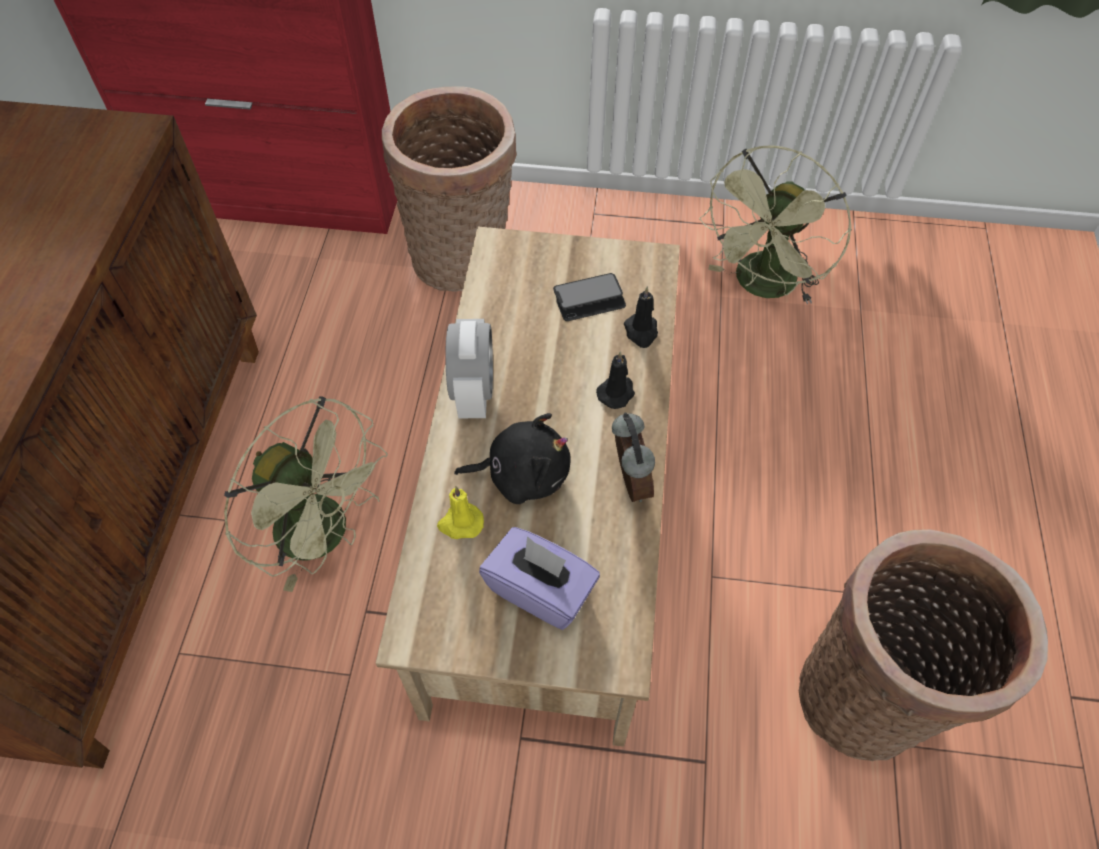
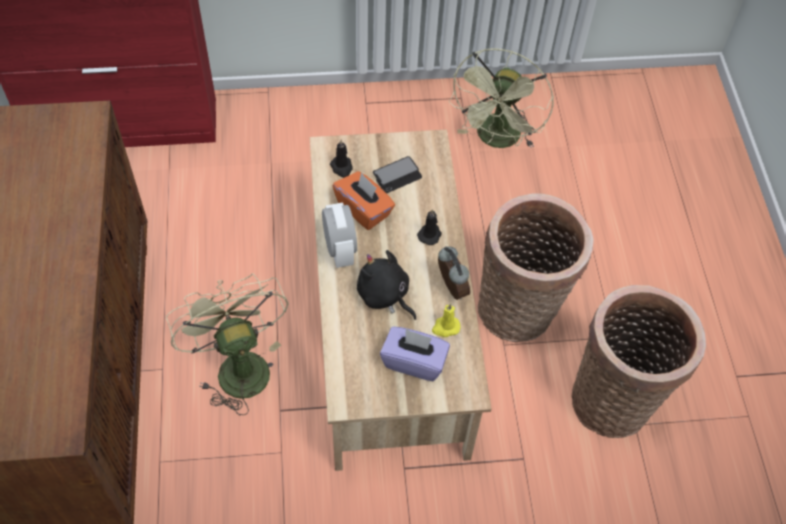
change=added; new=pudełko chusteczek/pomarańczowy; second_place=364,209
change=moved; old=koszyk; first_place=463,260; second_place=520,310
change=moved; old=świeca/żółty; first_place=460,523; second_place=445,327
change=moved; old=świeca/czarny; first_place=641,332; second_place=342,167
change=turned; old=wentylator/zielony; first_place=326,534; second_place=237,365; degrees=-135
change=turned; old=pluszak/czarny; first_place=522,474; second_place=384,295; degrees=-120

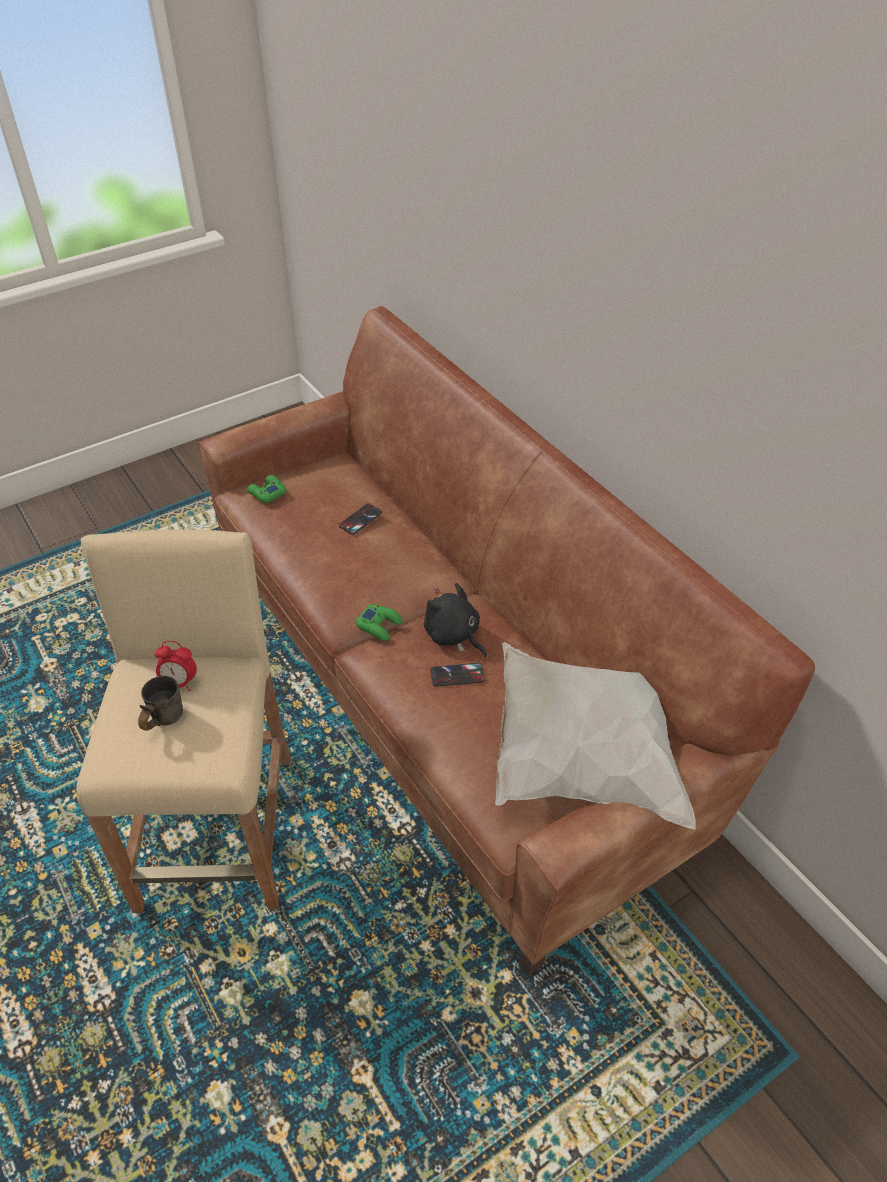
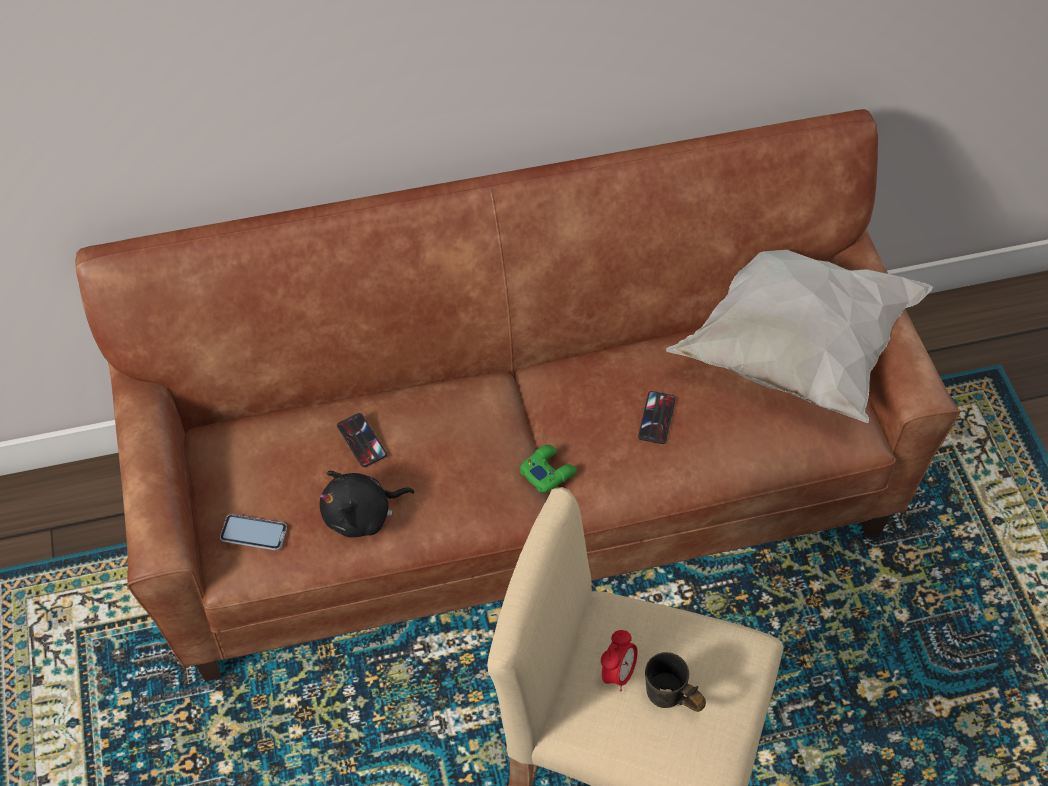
change=moved; old=pluszak/czarny; first_place=453,635; second_place=362,515
change=replaced; old=pad do gier/zielony; new=telefon; first_place=267,493; second_place=253,533

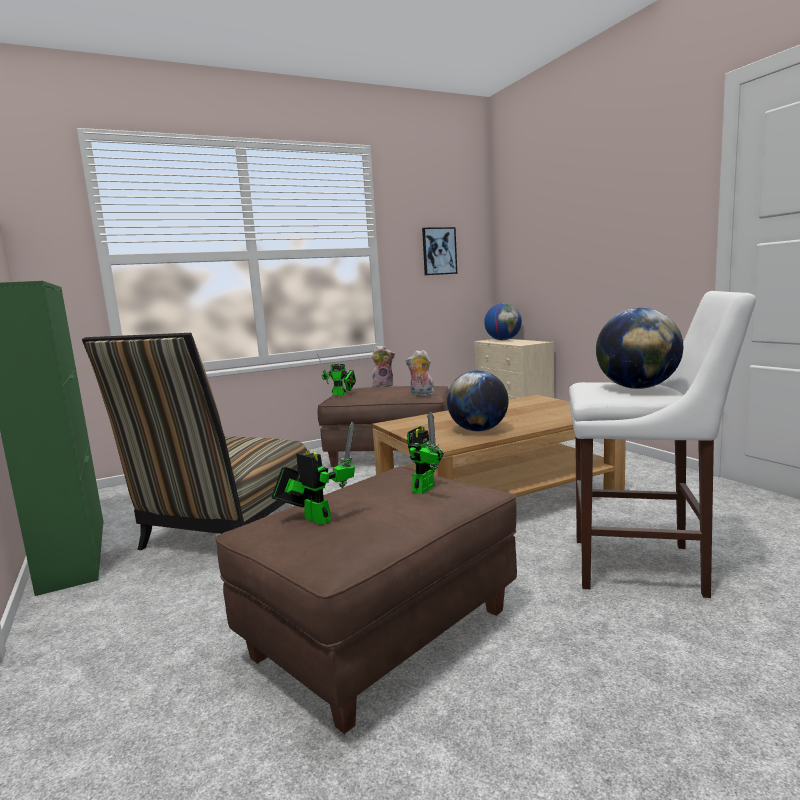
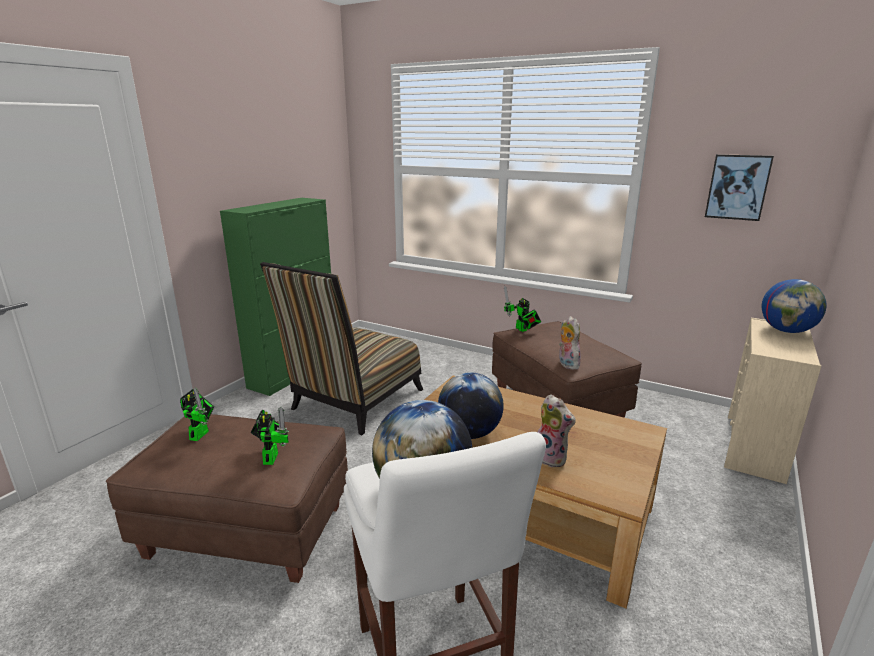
change=moved; old=pluszak; first_place=383,385; second_place=552,457
change=turned; old=krzesło; first_place=226,530; second_place=353,402; degrees=-45
change=turned; old=robot zabawkowy; first_place=425,487; second_place=271,456; degrees=-90

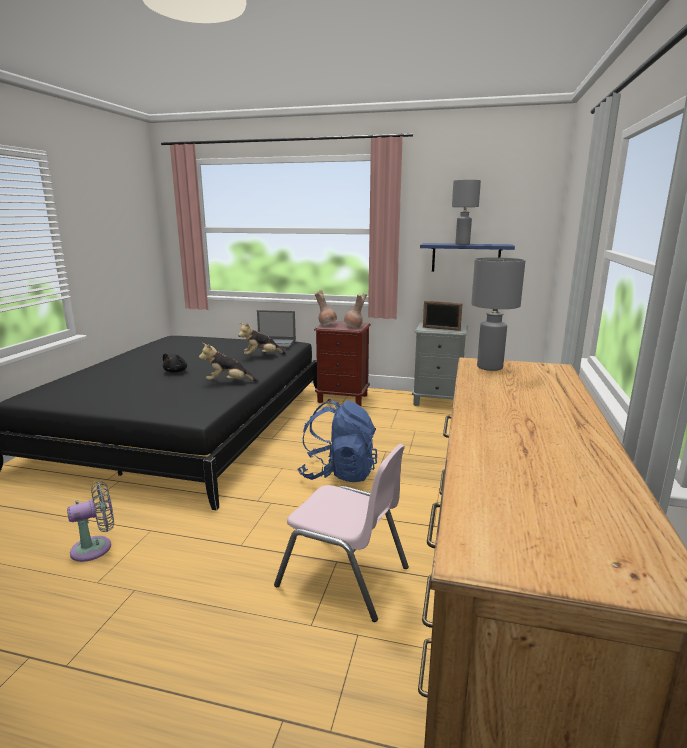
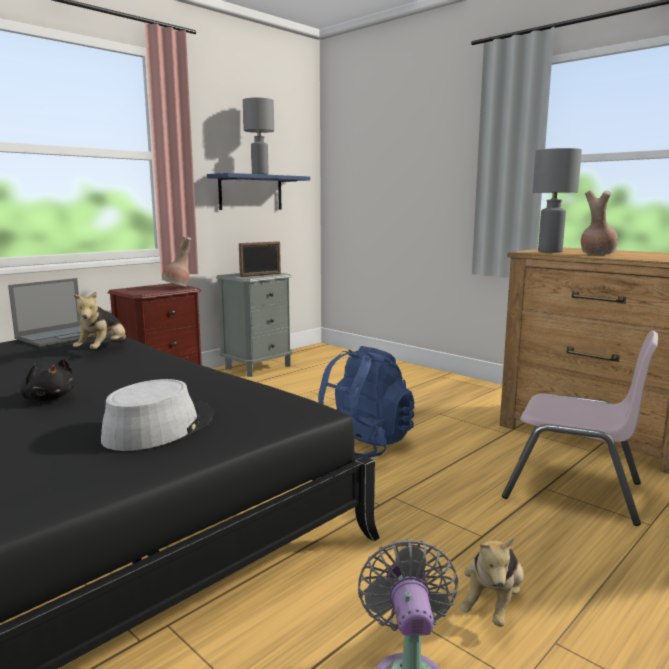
change=added; new=kapelusz/szary; second_place=159,427
change=moved; old=pluszak; first_place=228,382; second_place=493,604
change=moved; old=wazon/brązowy; first_place=327,325; second_place=596,254
change=turned; old=krzesło/różowy; first_place=344,576; second_place=573,490; degrees=60

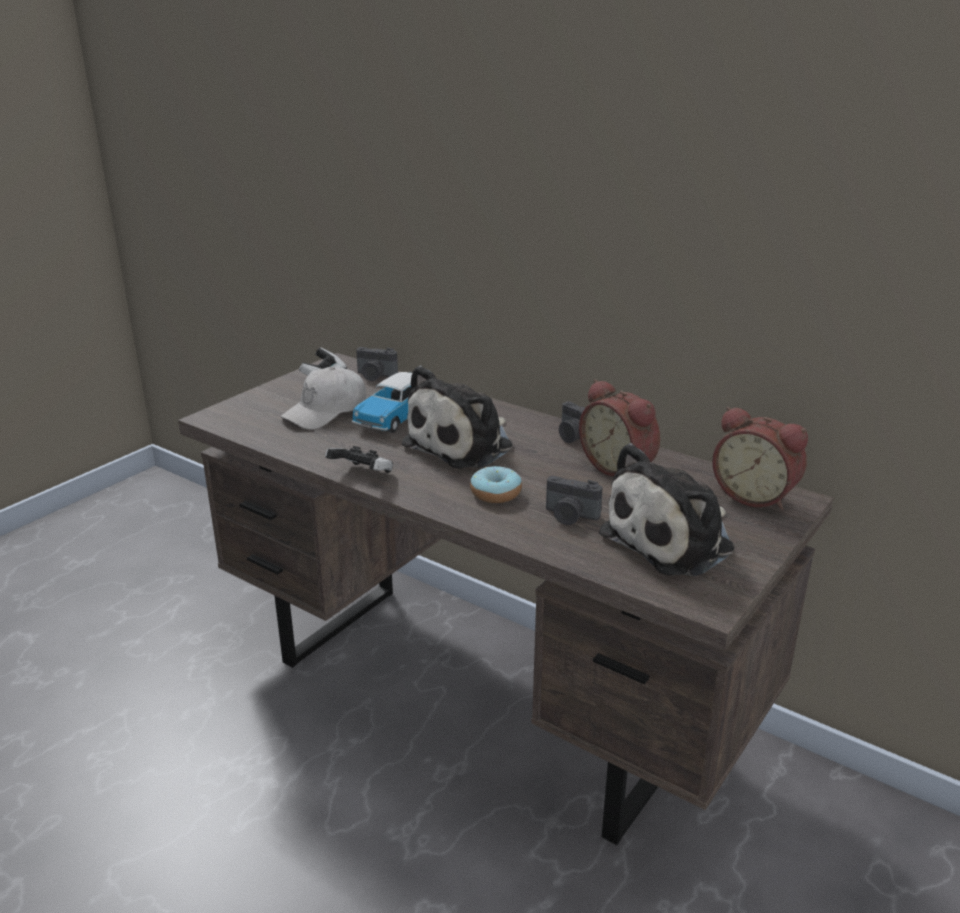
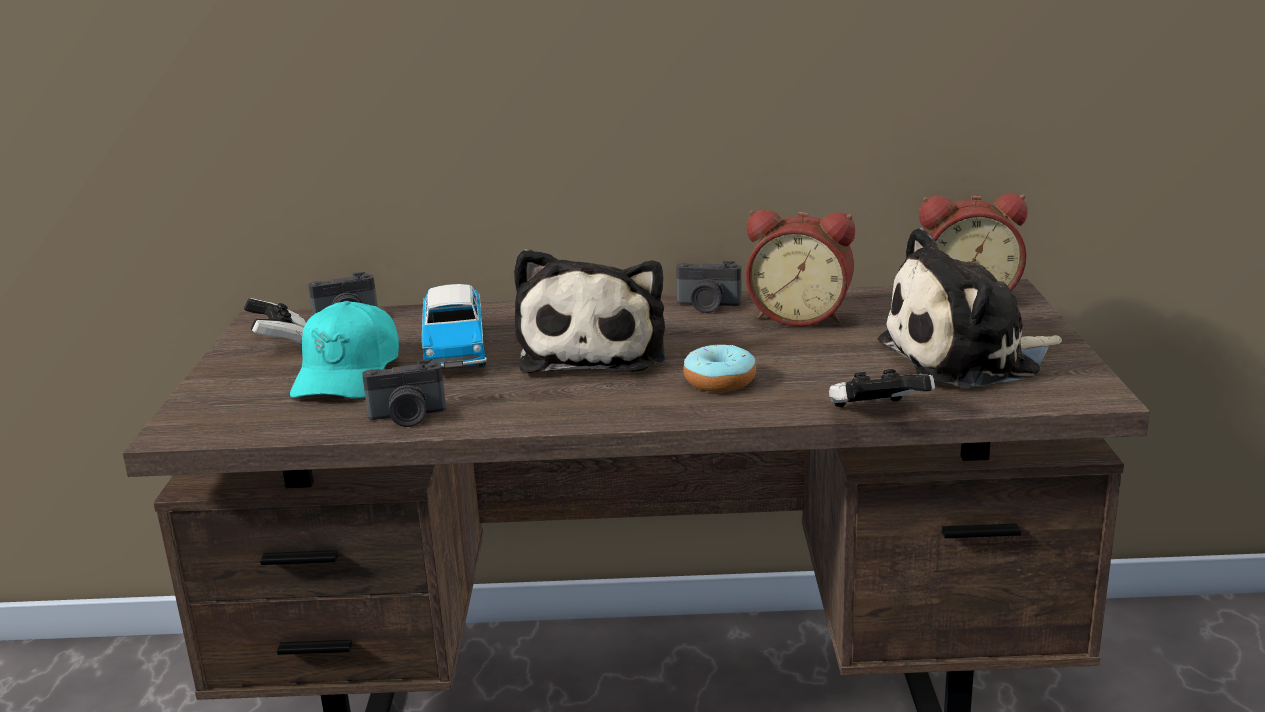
change=moved; old=pad do gier; first_place=362,475; second_place=876,414
change=moved; old=aparat fotograficzny; first_place=570,516; second_place=407,417
change=recoloured; old=czapka z daszkiem/biały; new=czapka z daszkiem/turkusowy; first_place=326,412; second_place=348,374
change=turned; old=pluszak; first_place=673,541; second_place=968,358; degrees=60

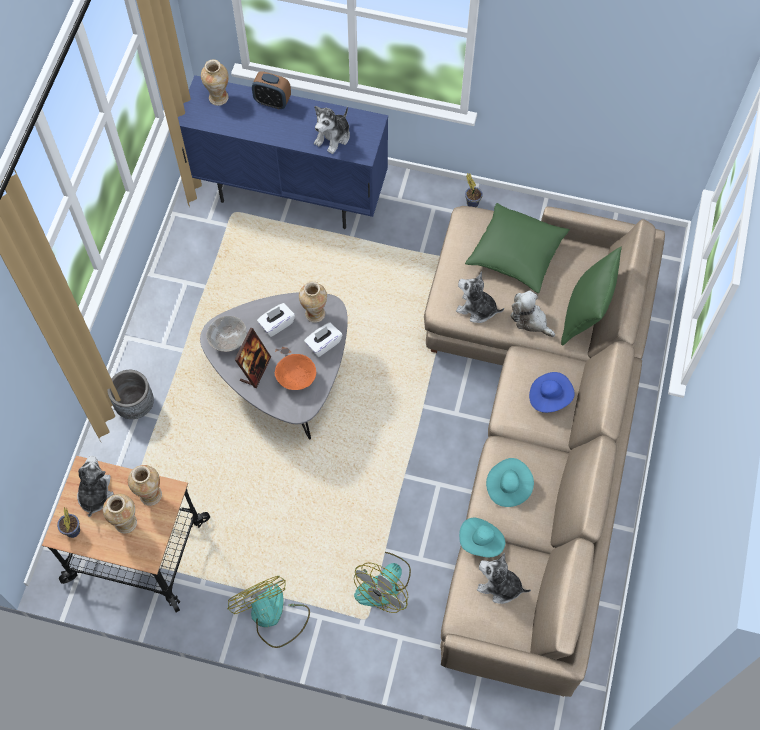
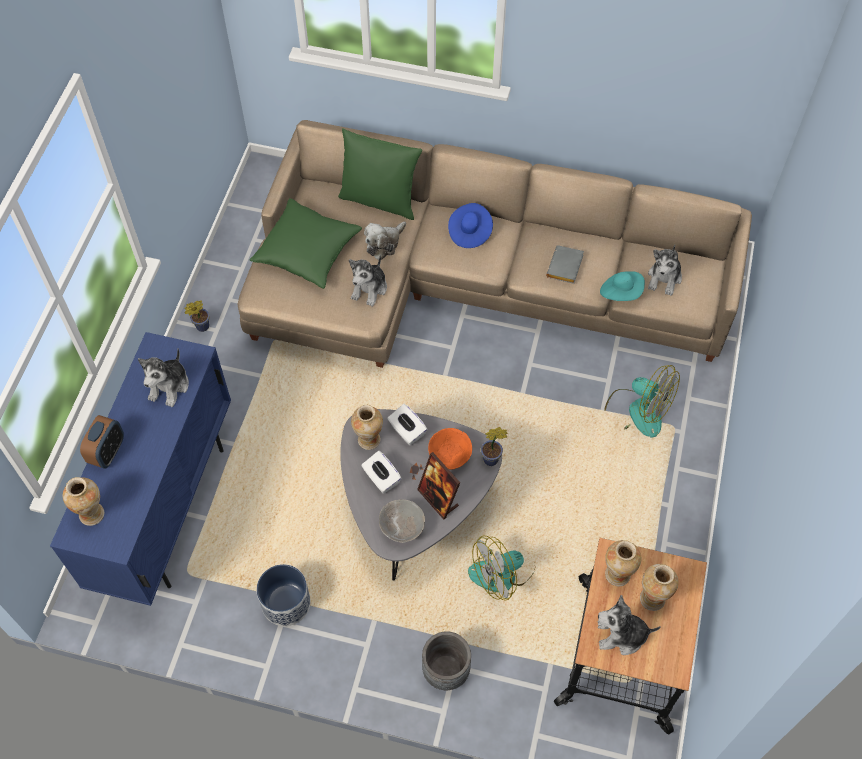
change=added; new=donica; second_place=285,603
change=moved; old=roślina doniczkowa; first_place=73,533; second_place=493,459
change=moved; old=wentylator; first_place=272,616; second_place=502,571
change=replaced; old=kapelusz/turkusowy; new=książka/szary; first_place=508,487; second_place=565,268
change=turned; old=ramka na zdjęcie; first_place=255,369; second_place=438,498; degrees=-150
change=turned; old=pluszak; first_place=333,137; second_place=169,386; degrees=75

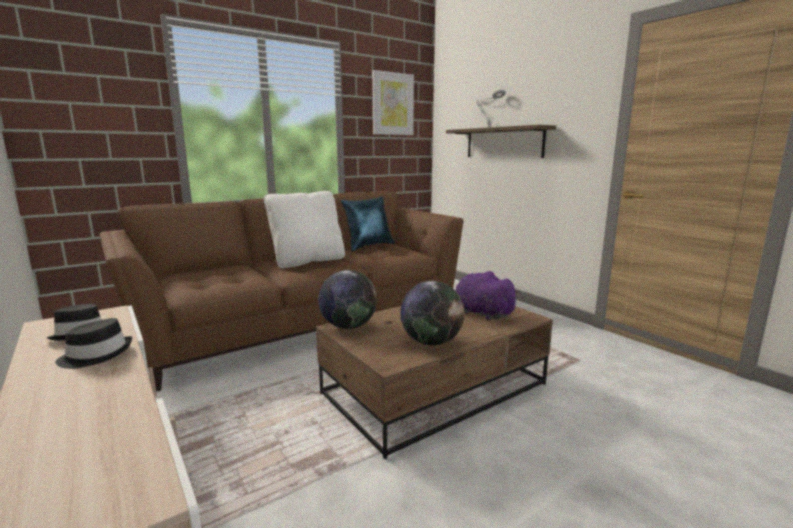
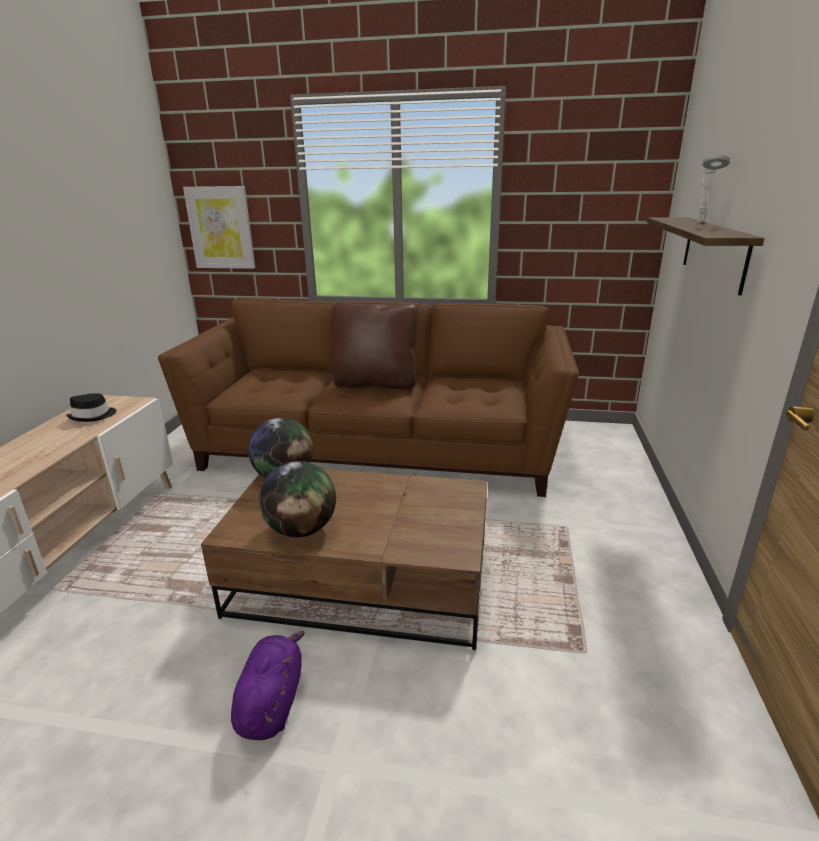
change=removed; old=kapelusz/czarny; first_place=96,355
change=removed; old=poduszka/niebieski; first_place=368,246
change=moved; old=obraz; first_place=392,104; second_place=220,228
change=moved; old=pluszak/fioletowy; first_place=481,313; second_place=272,702
change=recoloured; old=poduszka/biały; new=poduszka/brązowy; first_place=308,261; second_place=376,384

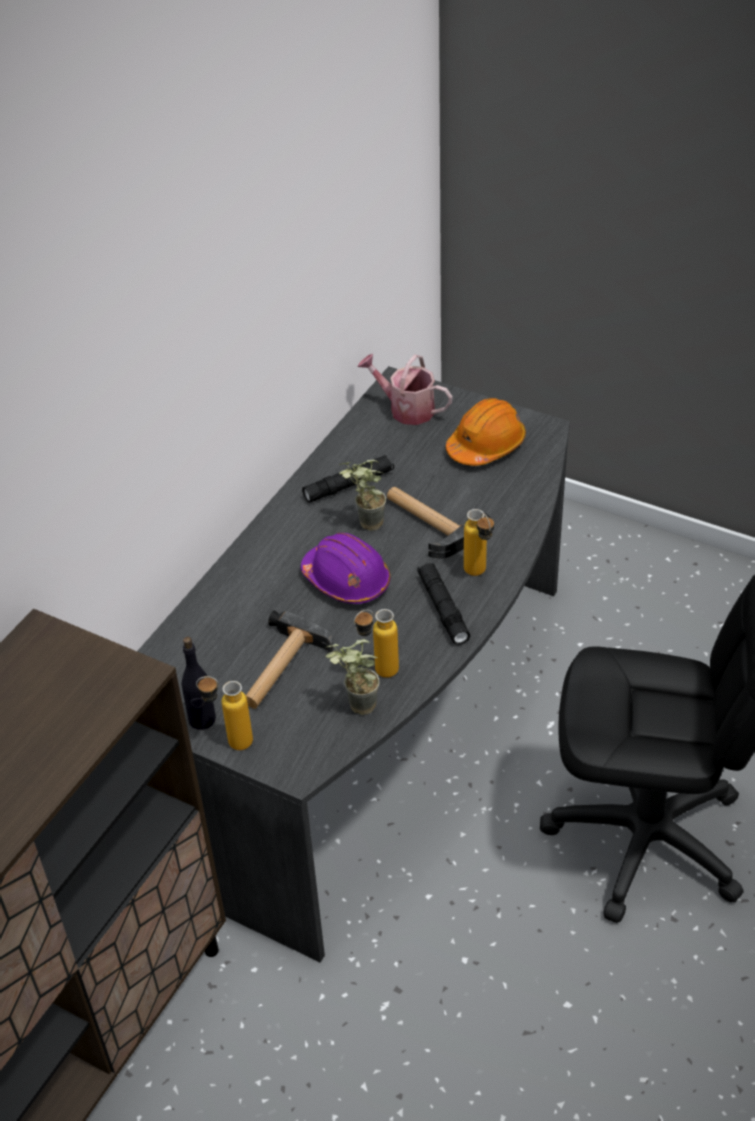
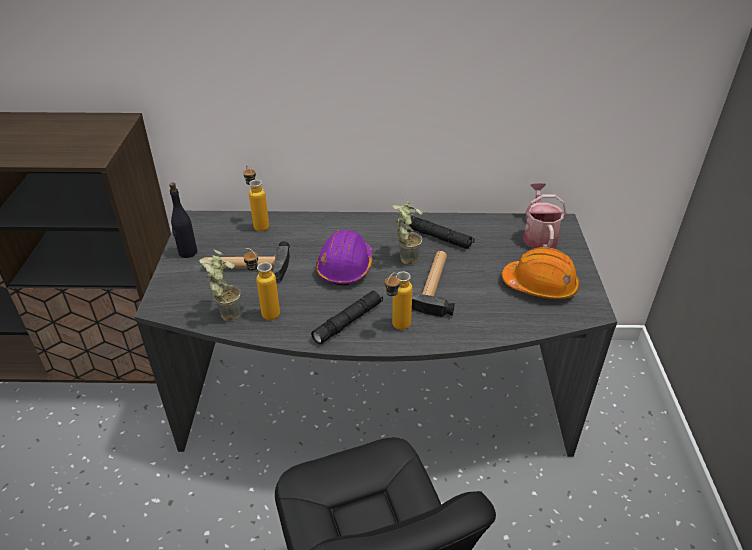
change=moved; old=butelka; first_place=230,742; second_place=259,224

